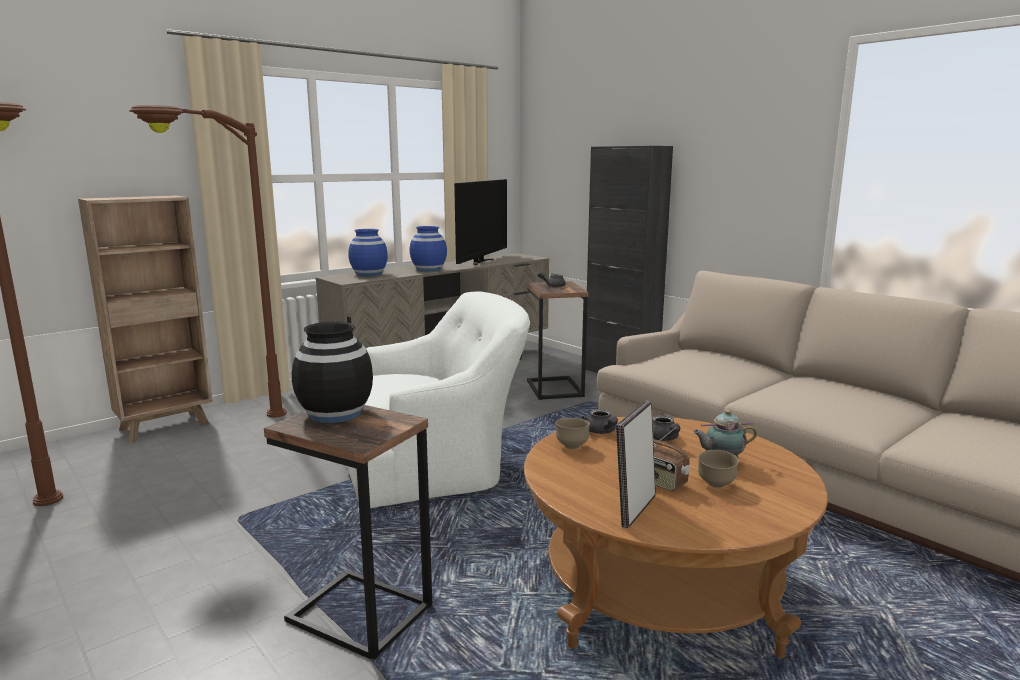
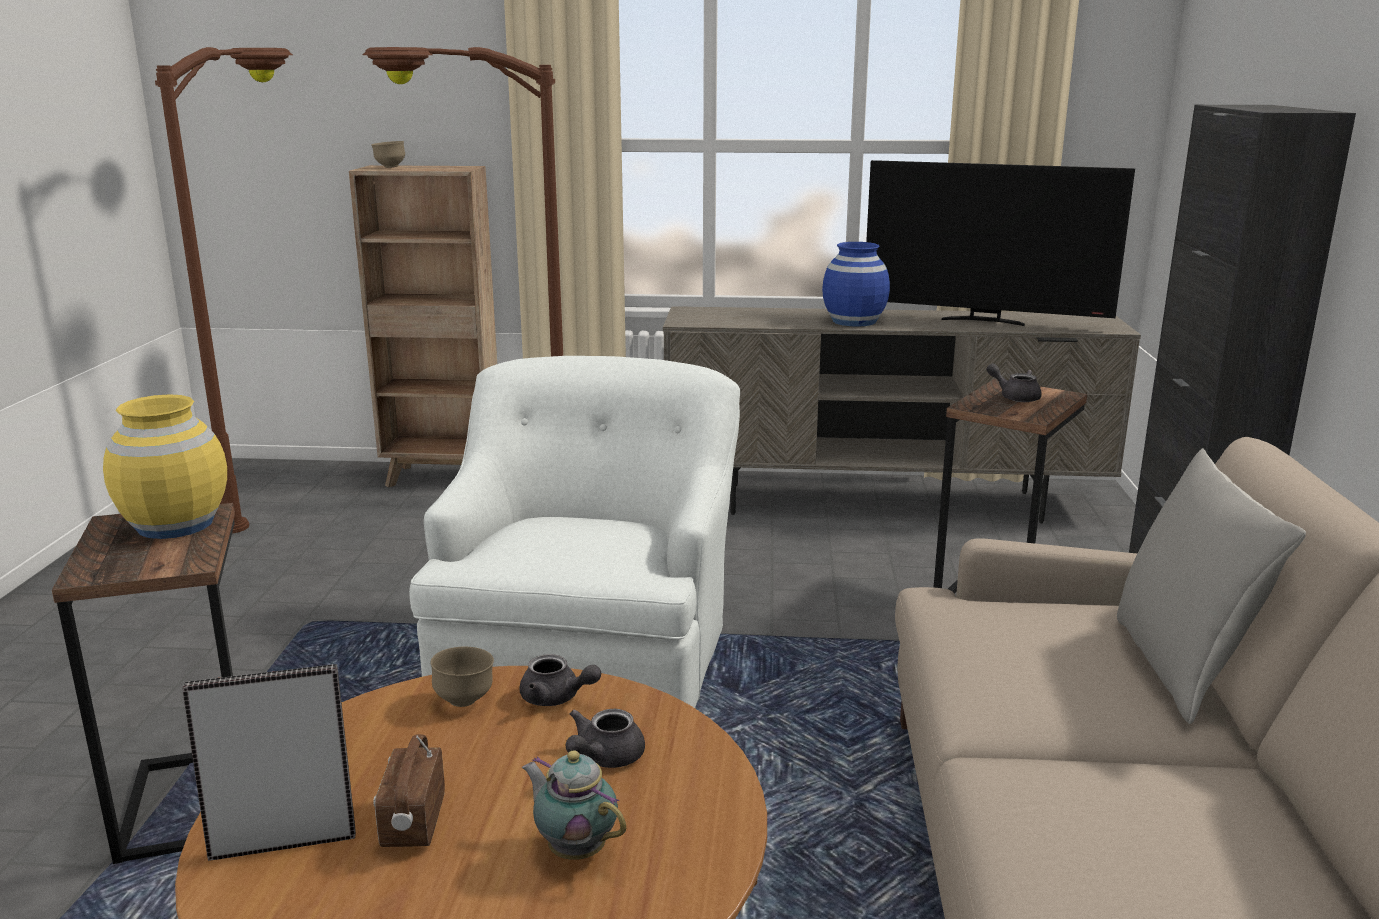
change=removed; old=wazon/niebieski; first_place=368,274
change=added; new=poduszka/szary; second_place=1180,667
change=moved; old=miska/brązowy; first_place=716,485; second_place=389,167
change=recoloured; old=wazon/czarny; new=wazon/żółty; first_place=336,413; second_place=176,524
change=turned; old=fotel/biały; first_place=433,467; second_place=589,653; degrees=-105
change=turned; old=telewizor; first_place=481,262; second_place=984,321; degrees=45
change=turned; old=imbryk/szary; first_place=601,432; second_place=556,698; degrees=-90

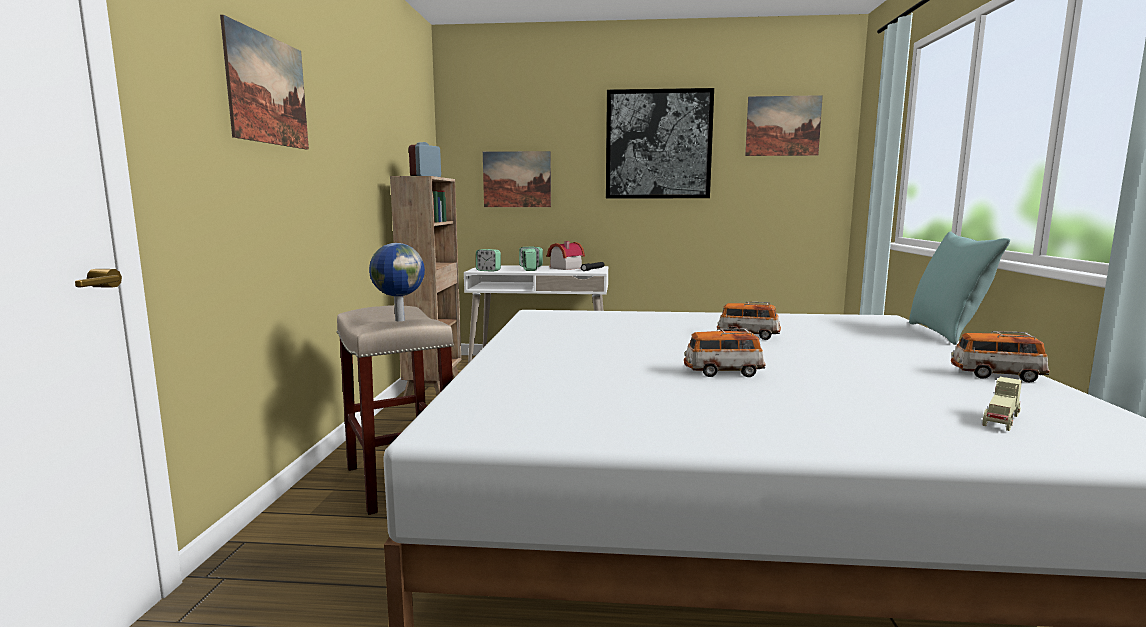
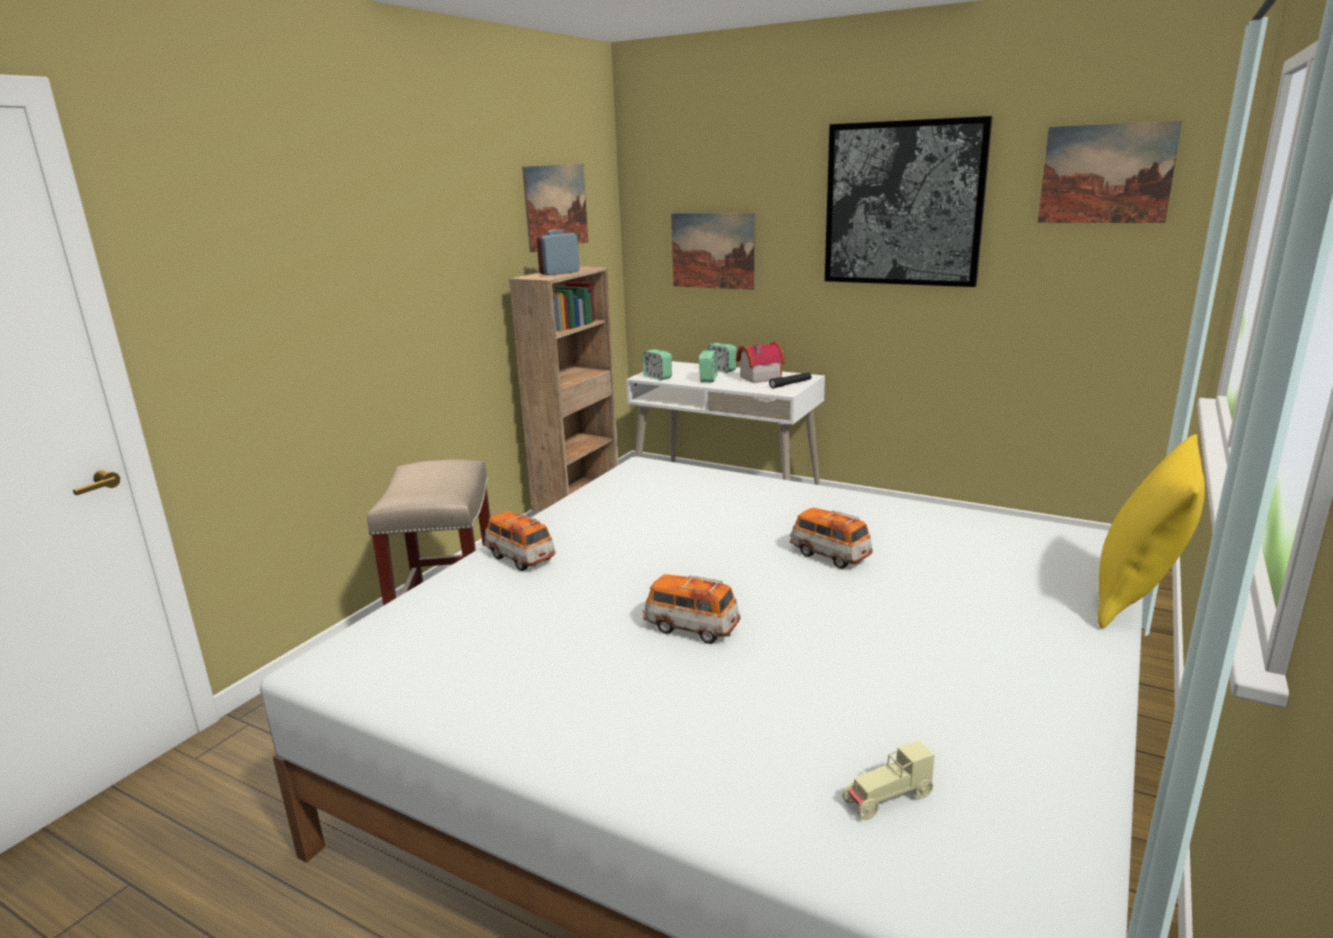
change=removed; old=globus; first_place=399,320
change=moved; old=obraz; first_place=268,90; second_place=556,206
change=moved; old=samochodzik; first_place=996,375; second_place=520,558
change=recoloured; old=poduszka/turkusowy; new=poduszka/żółty; first_place=946,334; second_place=1137,598

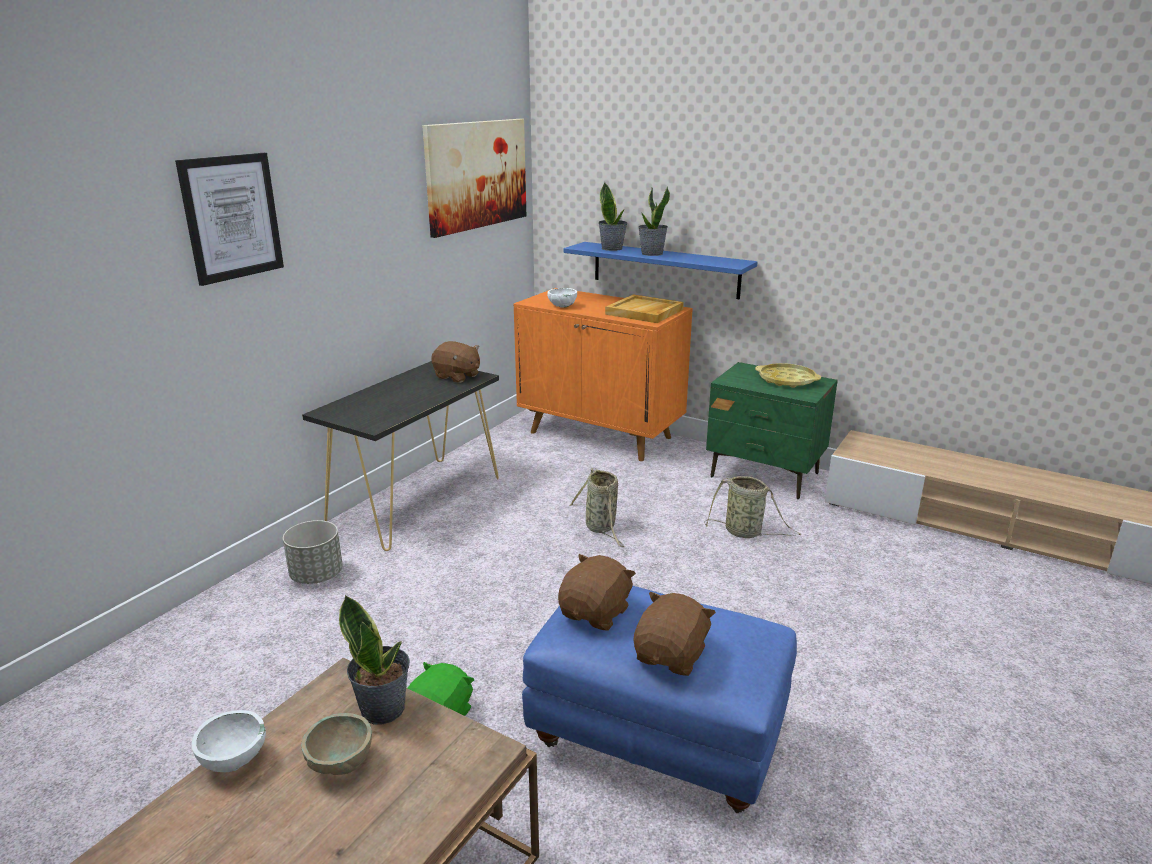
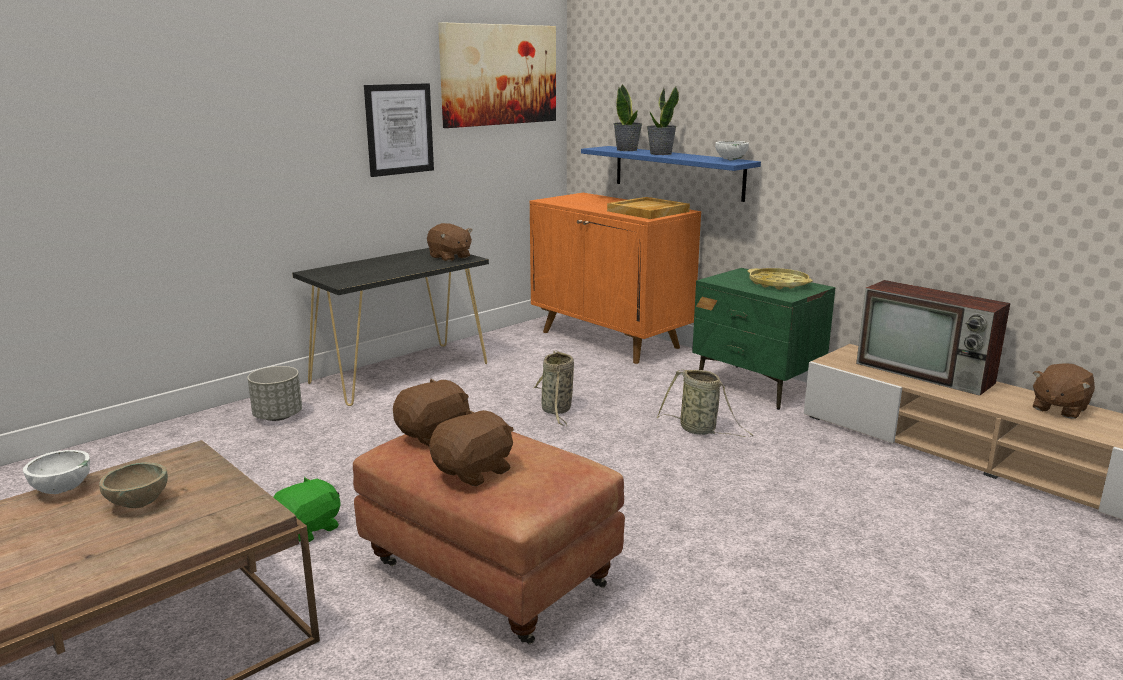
change=removed; old=roślina doniczkowa; first_place=383,708
change=added; new=telewizor; second_place=926,373
change=added; new=pluszak/brązowy; second_place=1058,408
change=moved; old=obraz; first_place=232,217; second_place=399,129
change=moved; old=miska/biały; first_place=562,307; second_place=730,160
change=recoloured; old=pufa/niebieski; new=pufa/brązowy; first_place=656,742; second_place=487,578

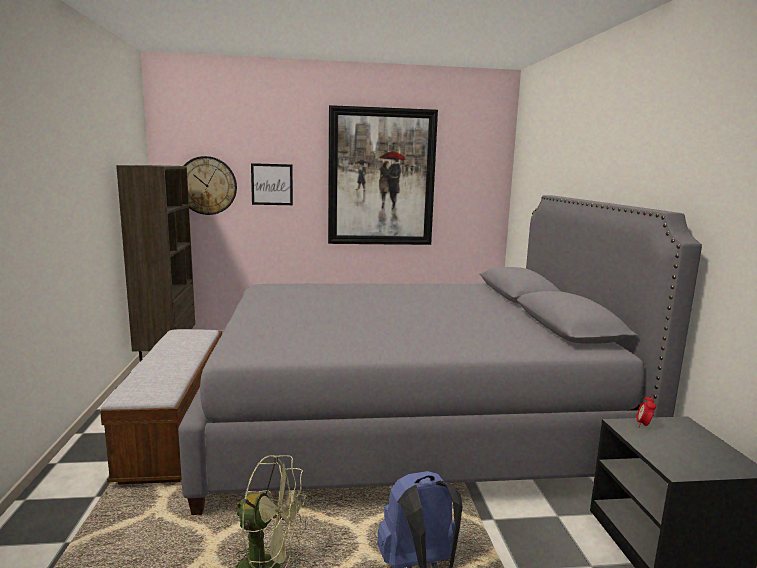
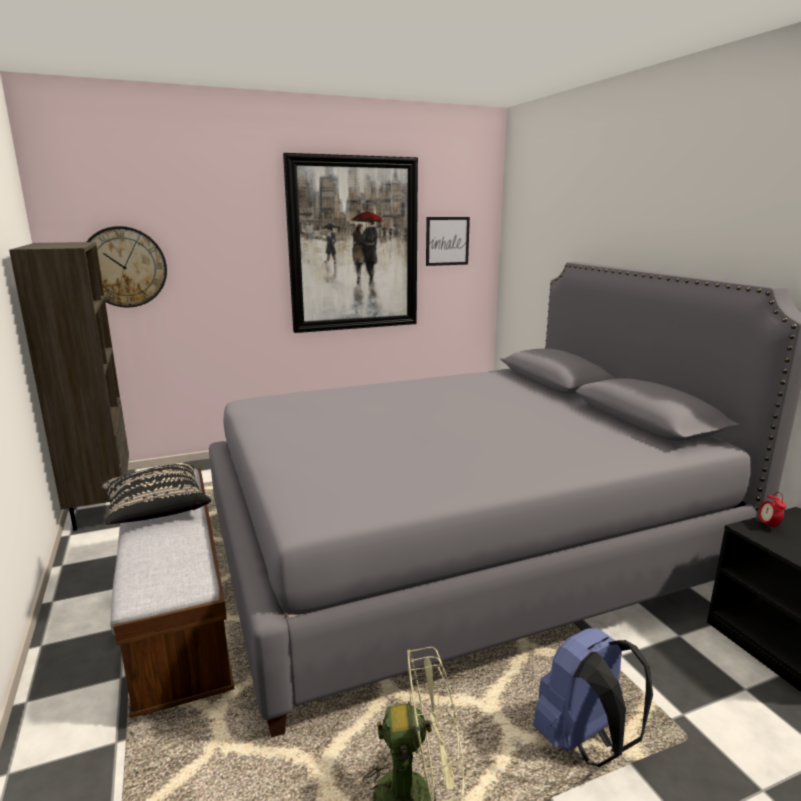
change=added; new=poduszka/czarny; second_place=156,509
change=moved; old=obraz; first_place=272,184; second_place=447,241

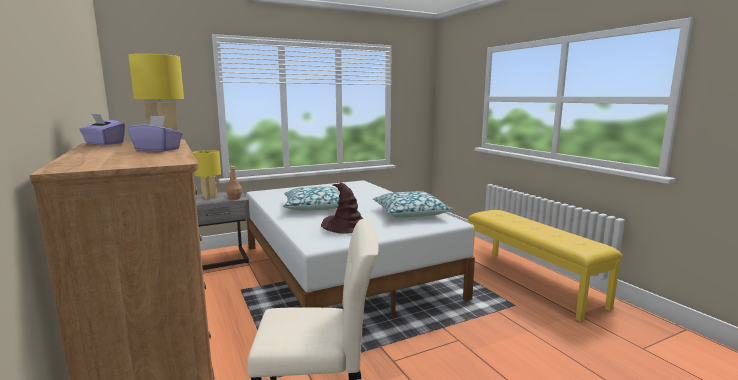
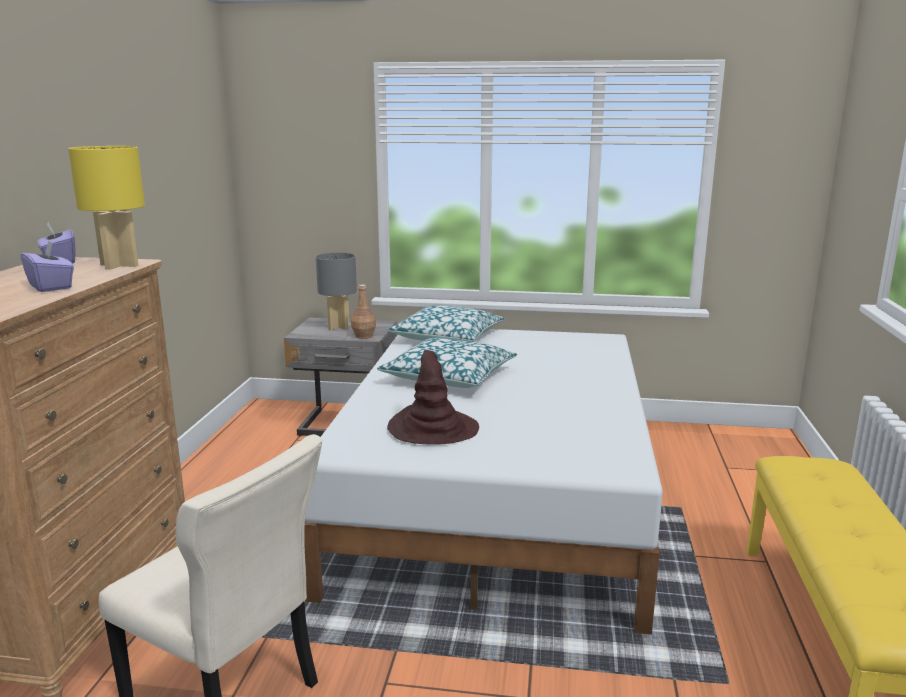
change=moved; old=poduszka; first_place=410,213; second_place=447,338
change=recoloured; old=lampa stołowa/żółty; new=lampa stołowa/szary; first_place=210,197; second_place=339,327

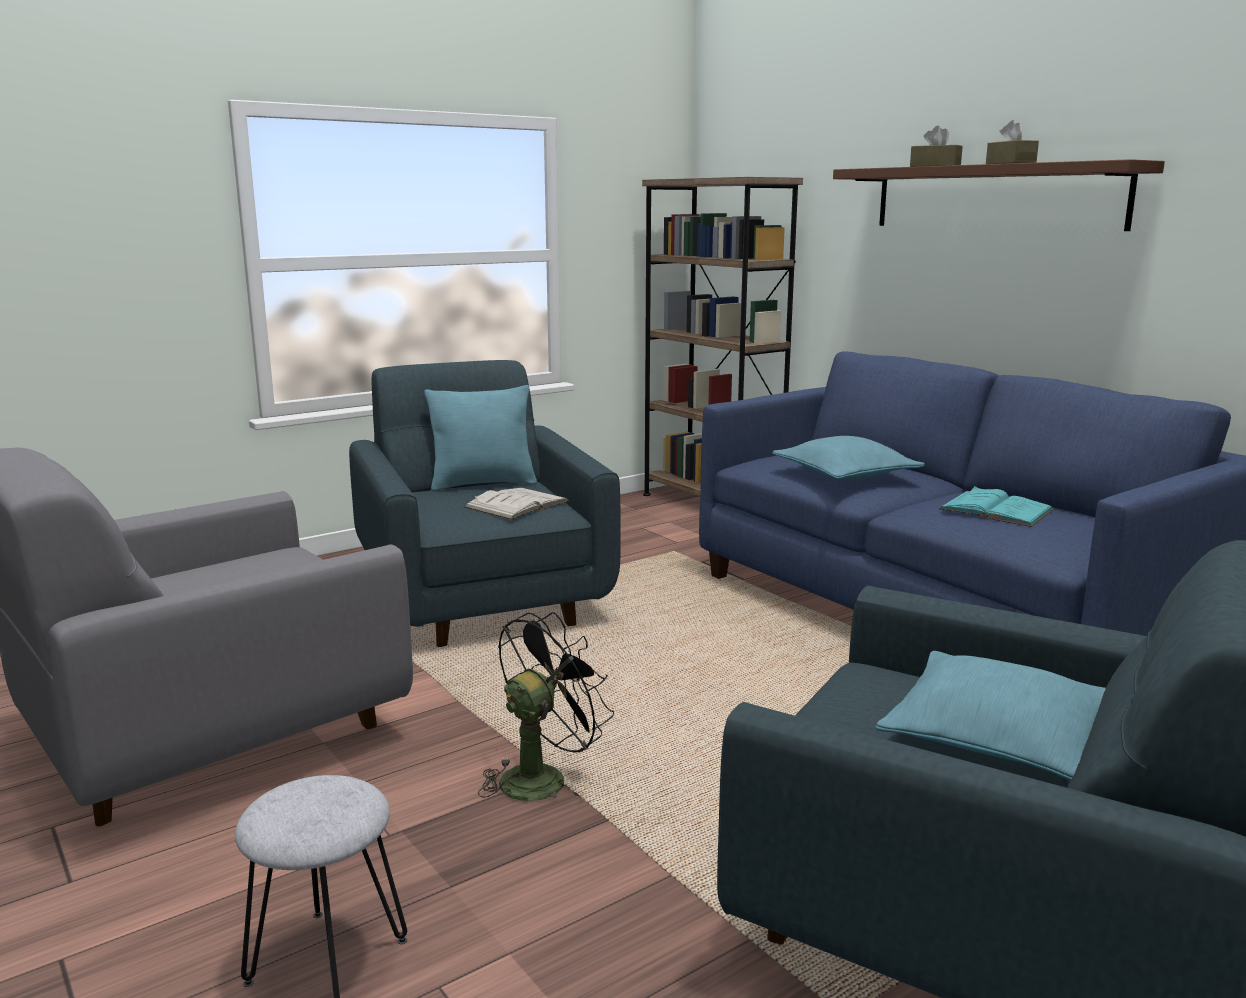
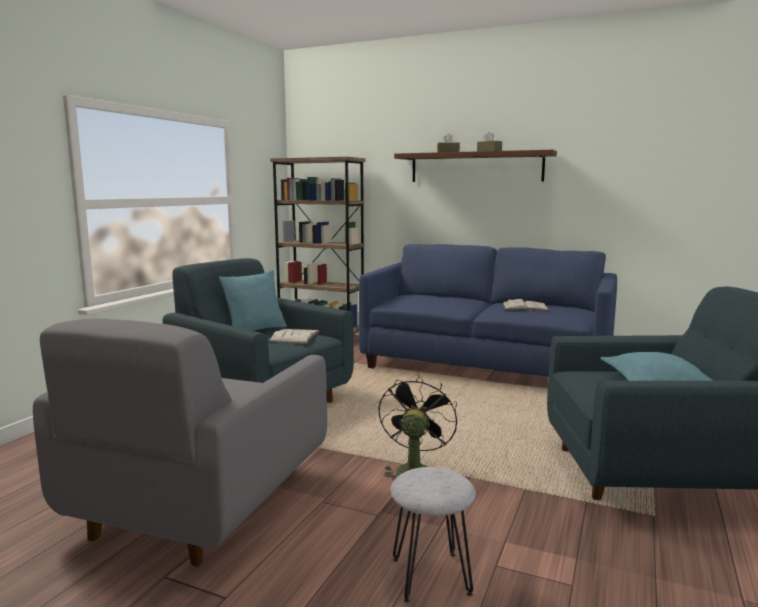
change=removed; old=poduszka/turkusowy; first_place=845,475
change=recoloured; old=książka/turkusowy; new=książka/biały; first_place=995,509; second_place=525,307

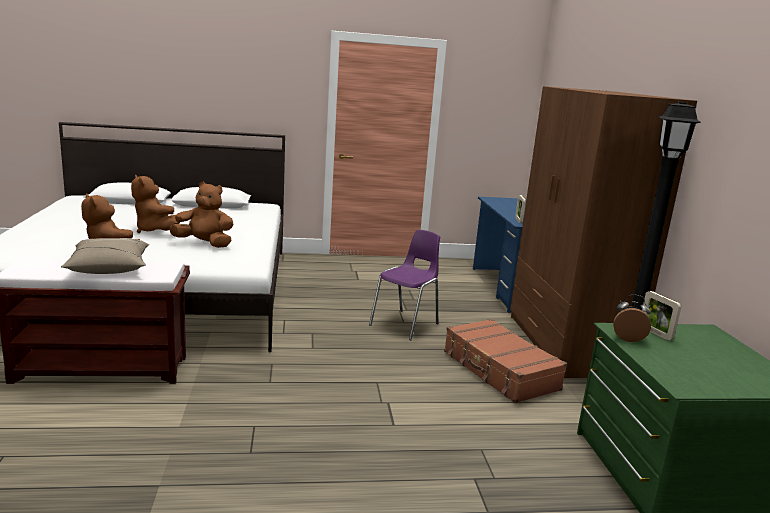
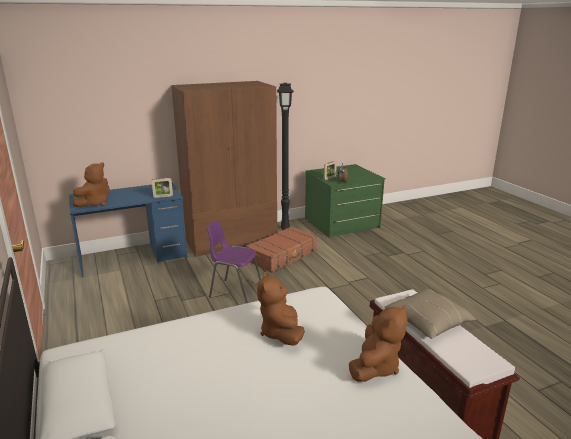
change=moved; old=pluszak/brązowy; first_place=155,231; second_place=95,203

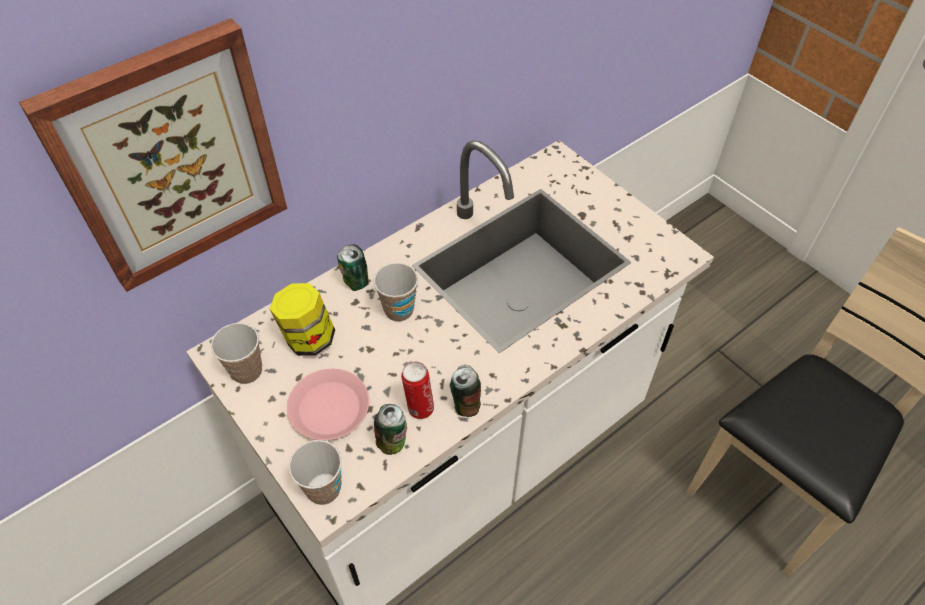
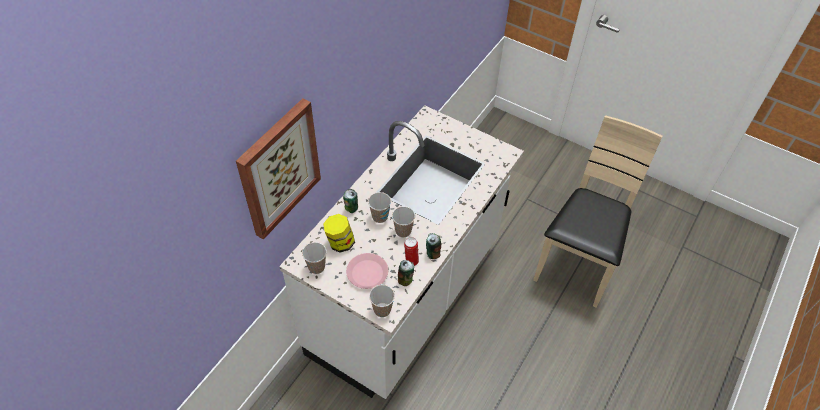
change=added; new=filiżanka; second_place=403,231

